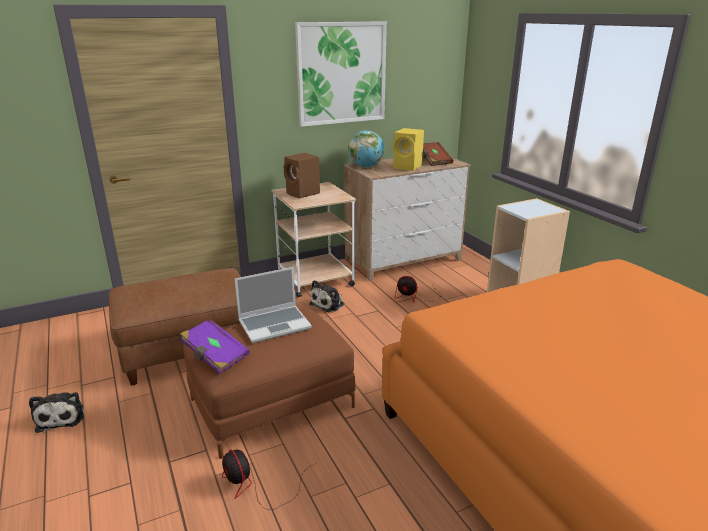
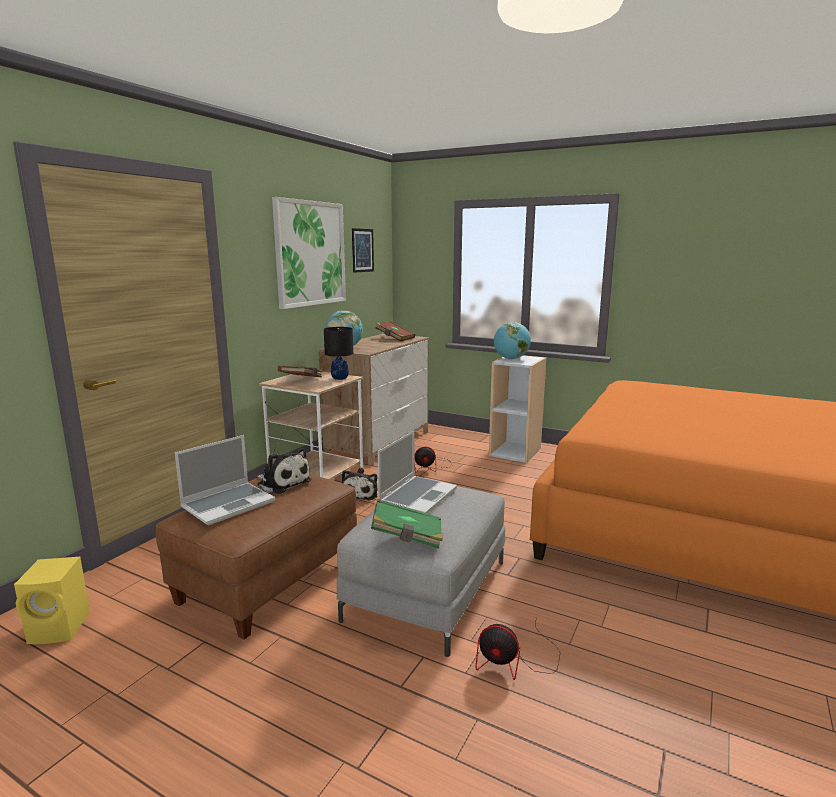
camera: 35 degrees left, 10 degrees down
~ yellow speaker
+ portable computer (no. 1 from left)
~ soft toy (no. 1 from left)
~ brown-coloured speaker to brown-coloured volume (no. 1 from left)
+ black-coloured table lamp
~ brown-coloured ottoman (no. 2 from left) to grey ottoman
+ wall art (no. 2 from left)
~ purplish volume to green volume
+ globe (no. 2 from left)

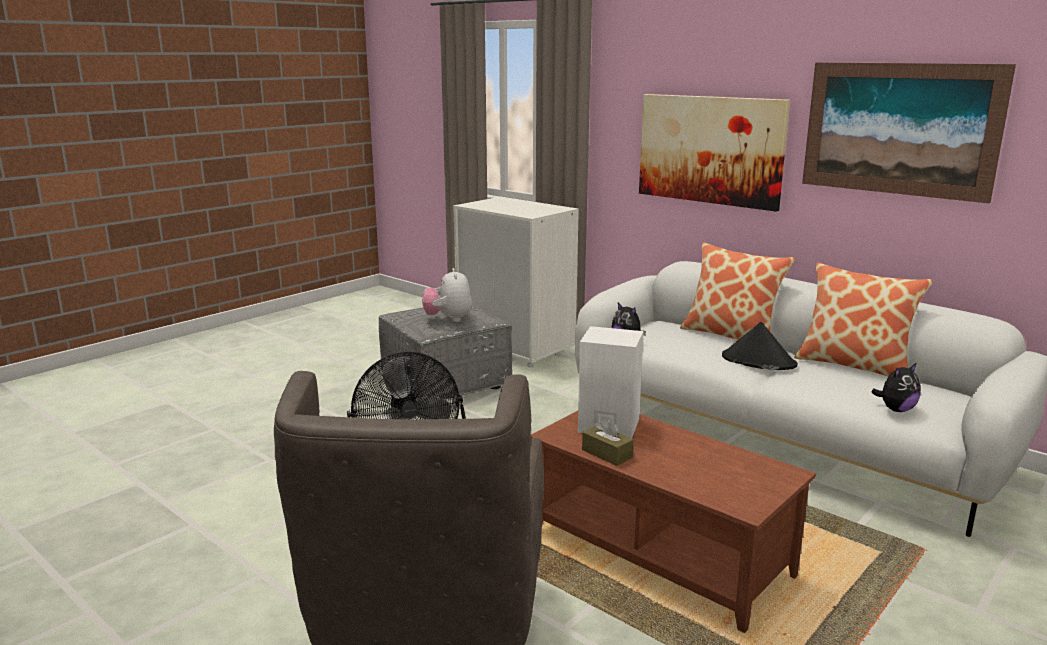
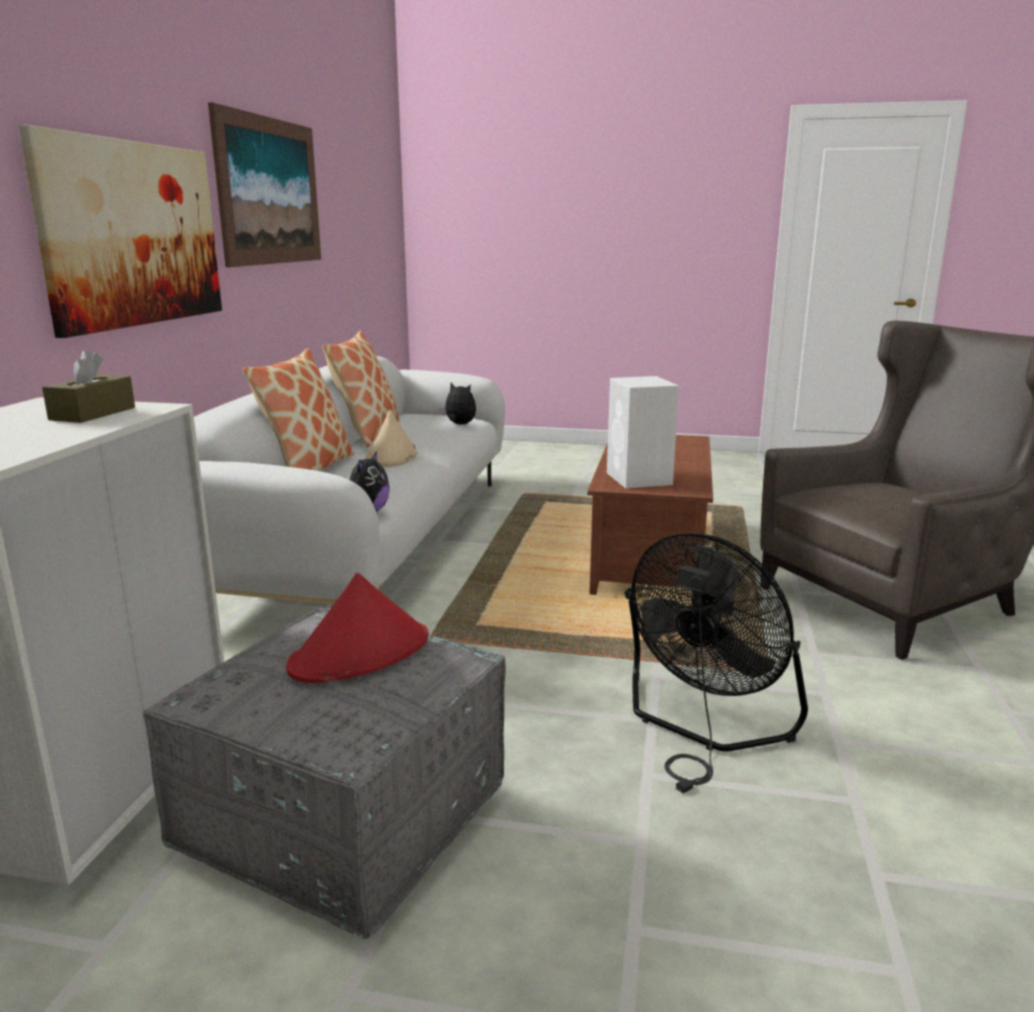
camera: 120 degrees left, 0 degrees up
~ brown-coloured tissue box
~ soft toy (no. 1 from left) to red hat
~ black-coloured hat to beige-coloured hat

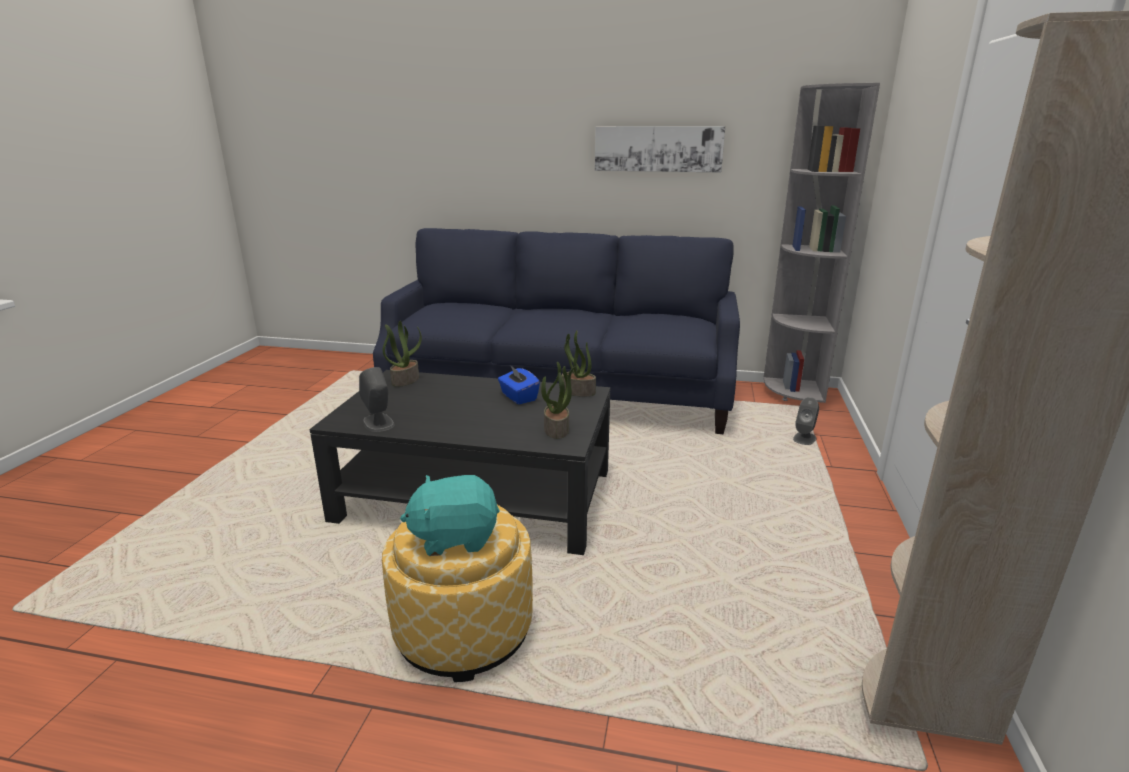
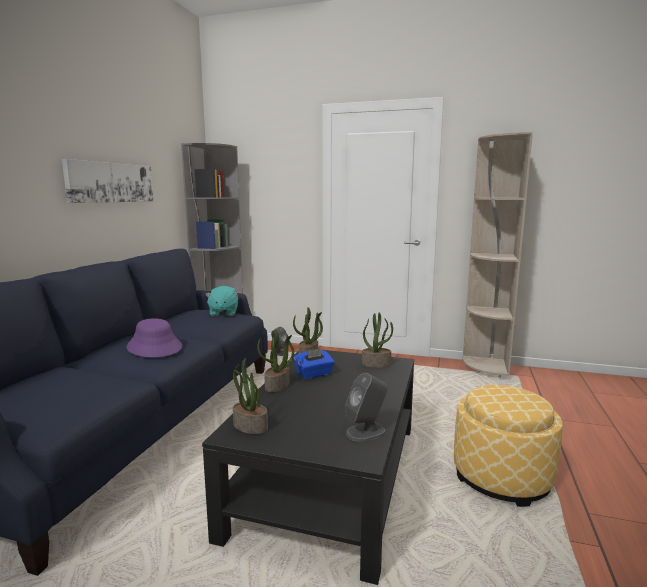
camera: 85 degrees left, 10 degrees down
+ purplish hat
~ turquoise-coloured soft toy
+ plant in a pot (no. 2 from left)

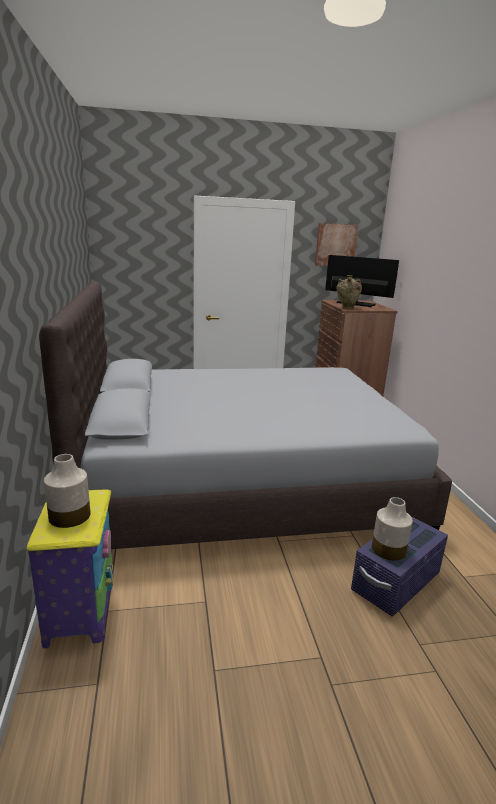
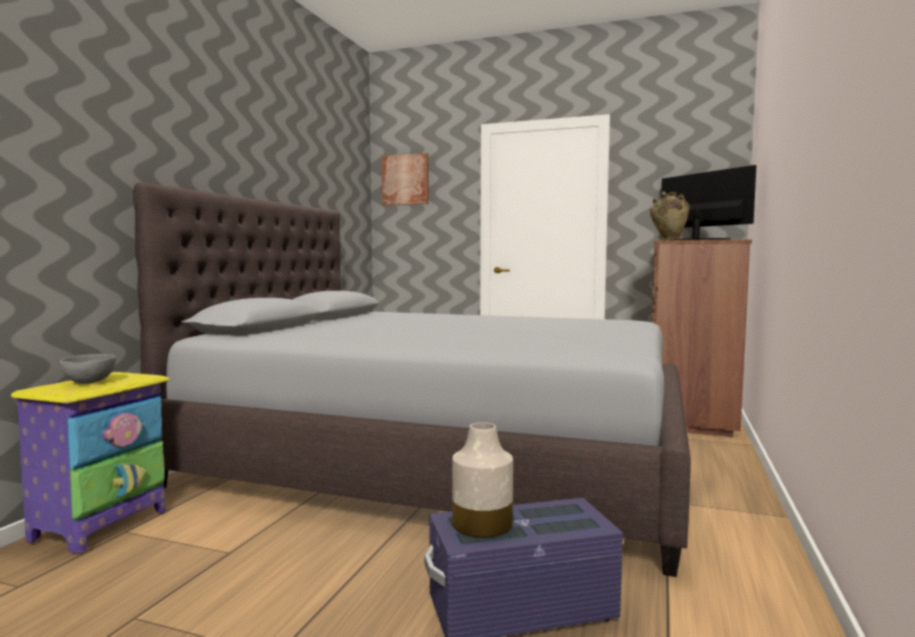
camera: 30 degrees right, 15 degrees down
~ beige-coloured decorative vase (no. 1 from left) to grey serving bowl
~ wall art

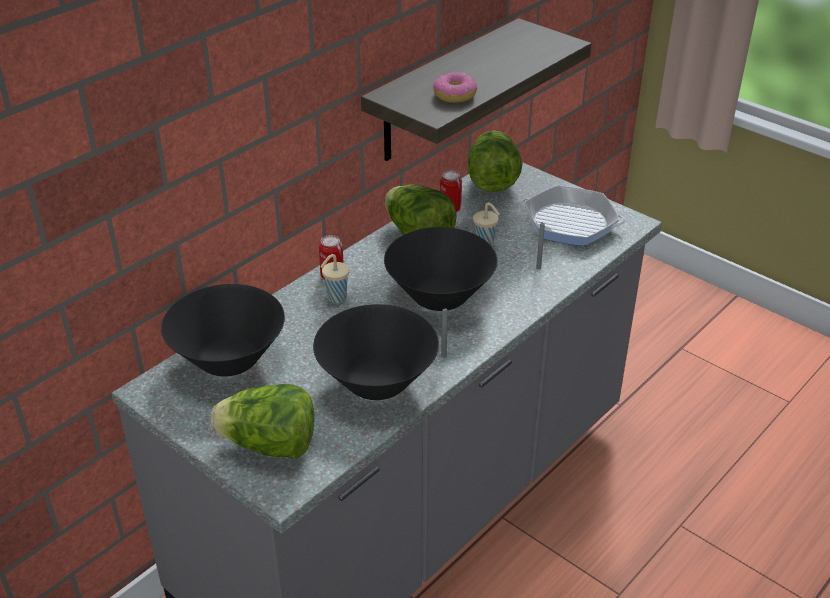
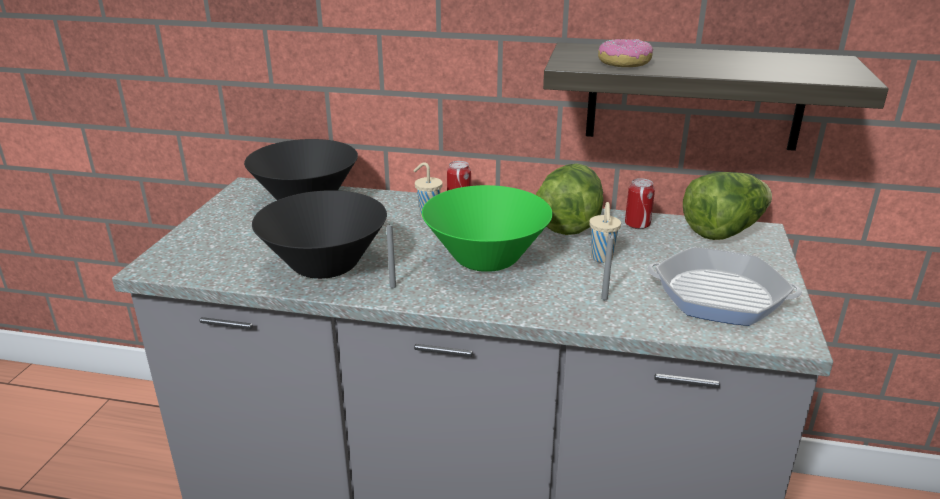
camera: 60 degrees right, 10 degrees down
~ black-coloured serving bowl (no. 3 from left) to green serving bowl
~ frying pan 120 degrees clockwise
- head of lettuce (no. 1 from left)

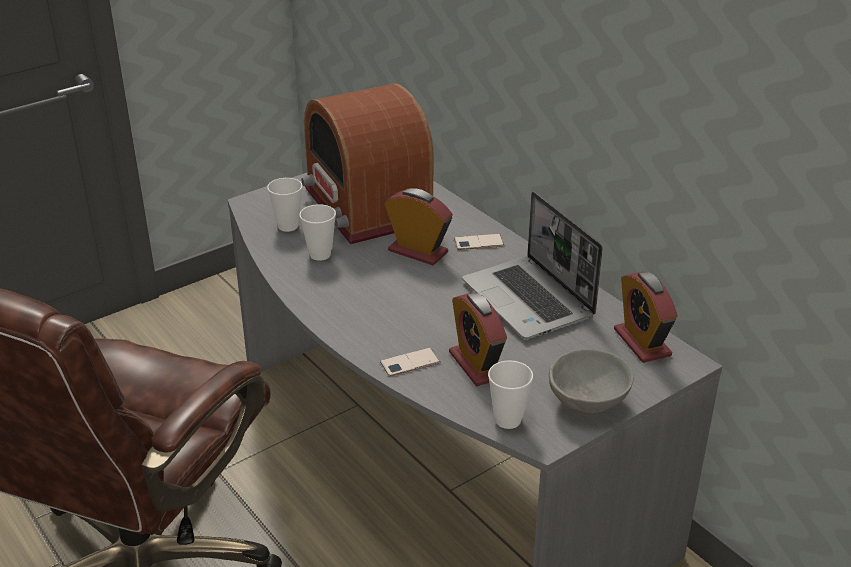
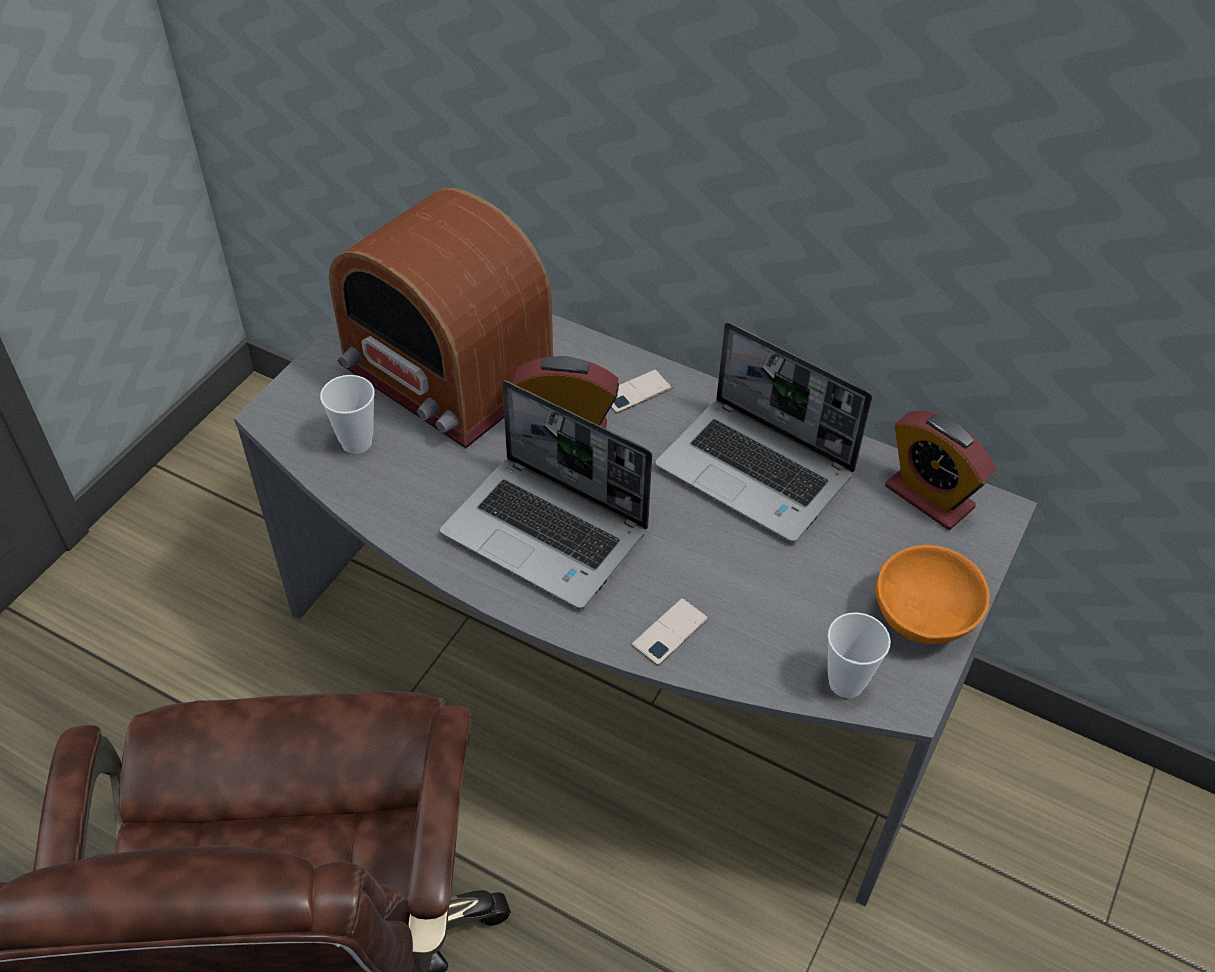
camera: 25 degrees left, 15 degrees up
+ portable computer (no. 1 from left)
~ grey serving bowl to orange-coloured serving bowl
- drinking cup (no. 2 from left)
- bedside clock (no. 2 from left)

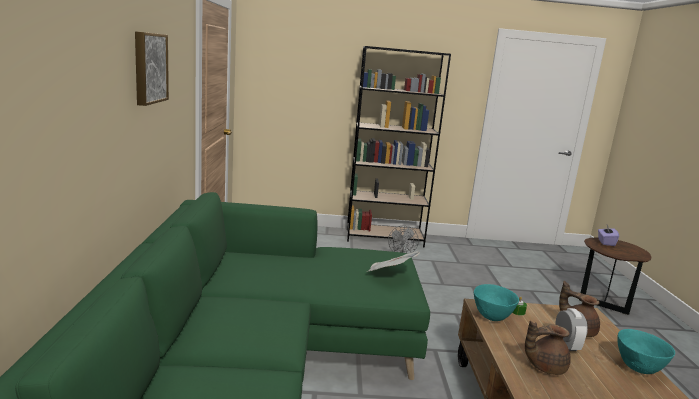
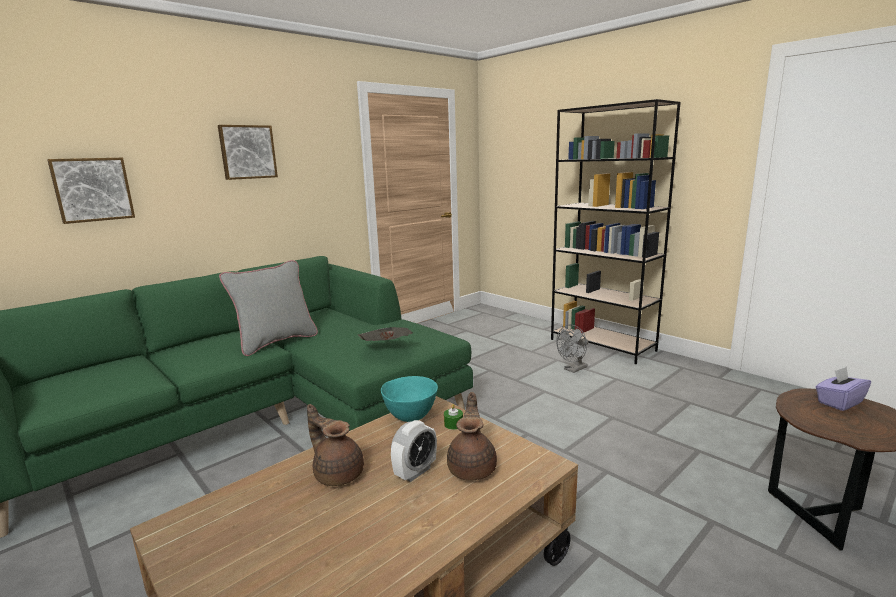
camera: 50 degrees right, 0 degrees up
+ wall art (no. 1 from left)
+ grey cushion
- turquoise-coloured serving bowl (no. 2 from left)

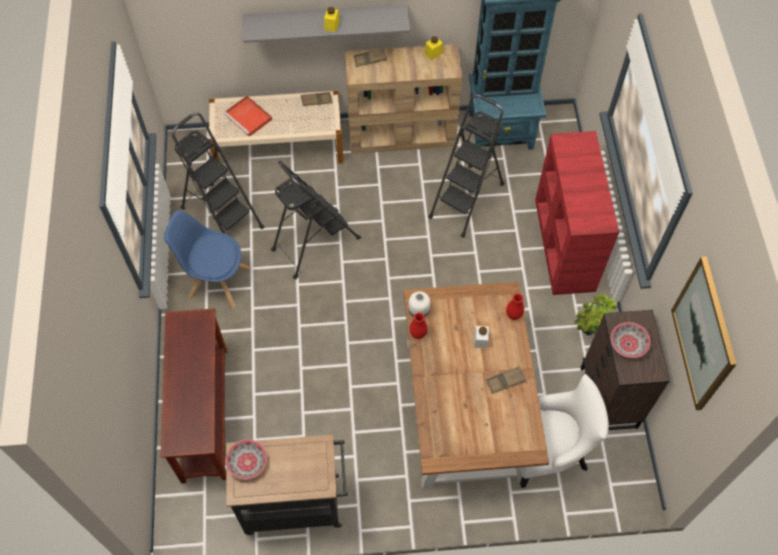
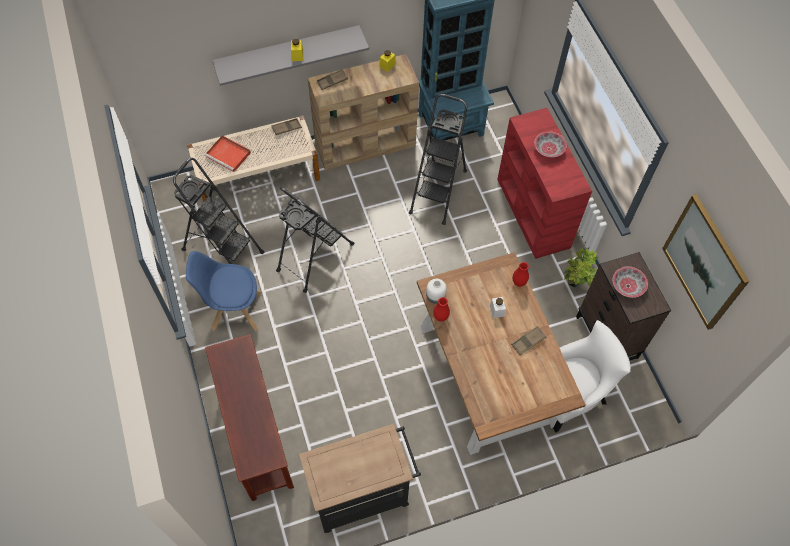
camera: 15 degrees left, 0 degrees up
~ serving bowl (no. 1 from left)

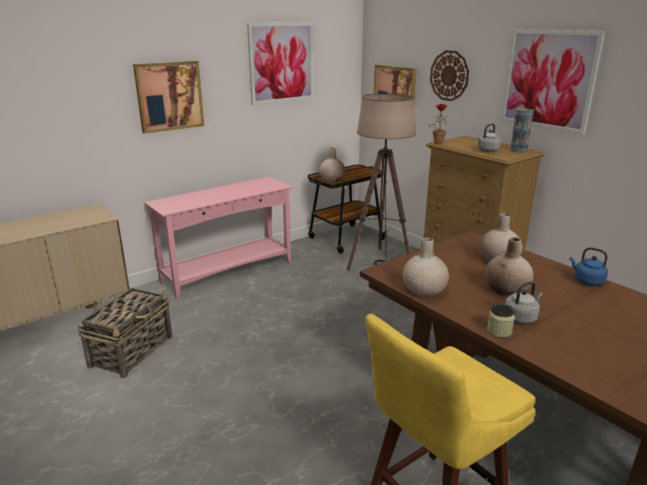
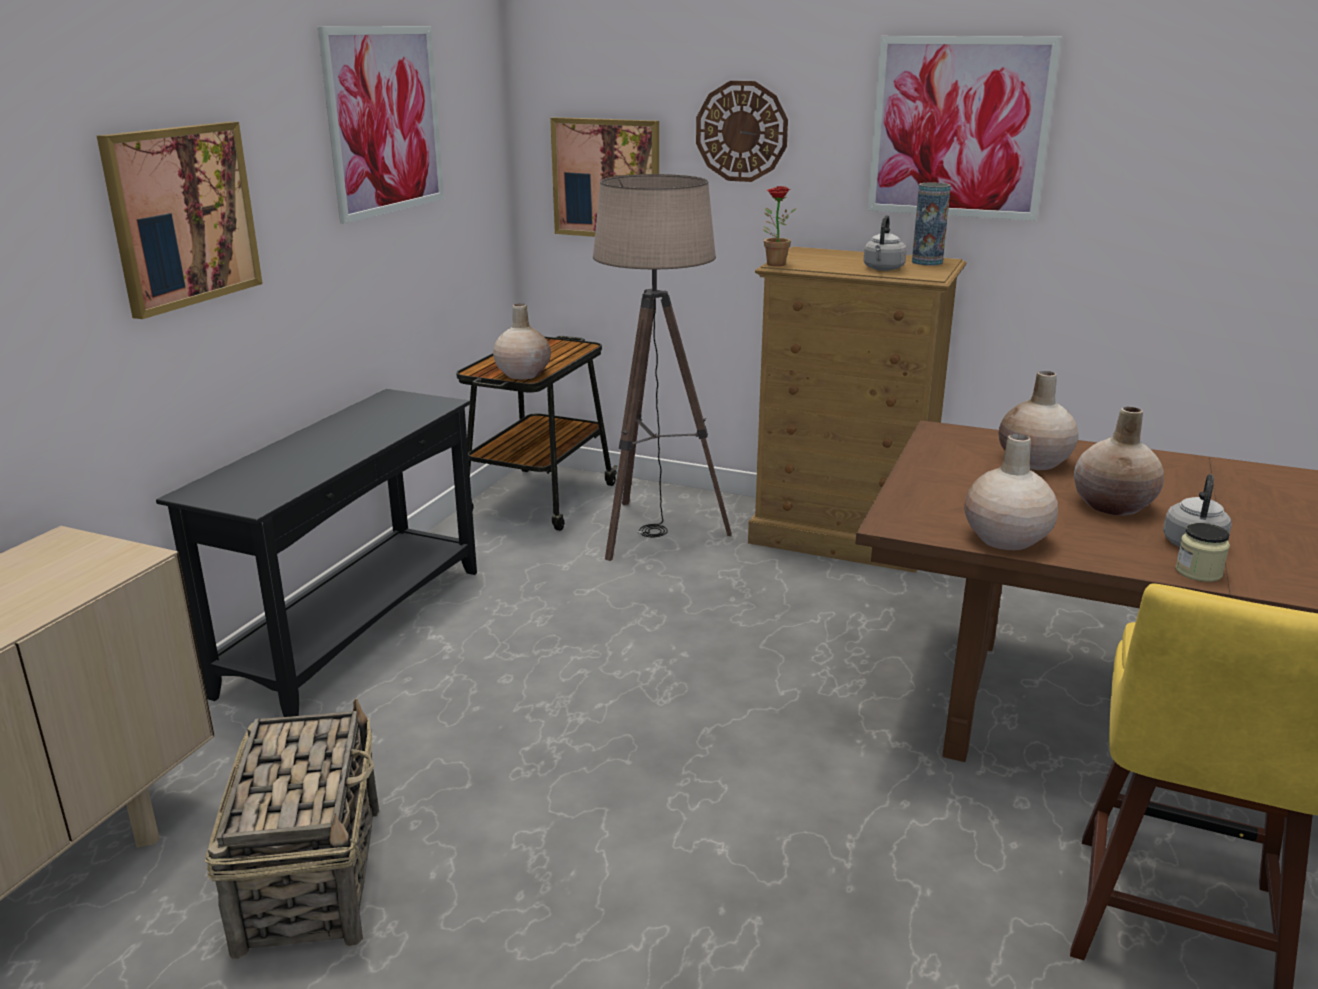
camera: 30 degrees left, 0 degrees up
~ pinkish narrow table to black-coloured narrow table
- blue-coloured tea kettle

